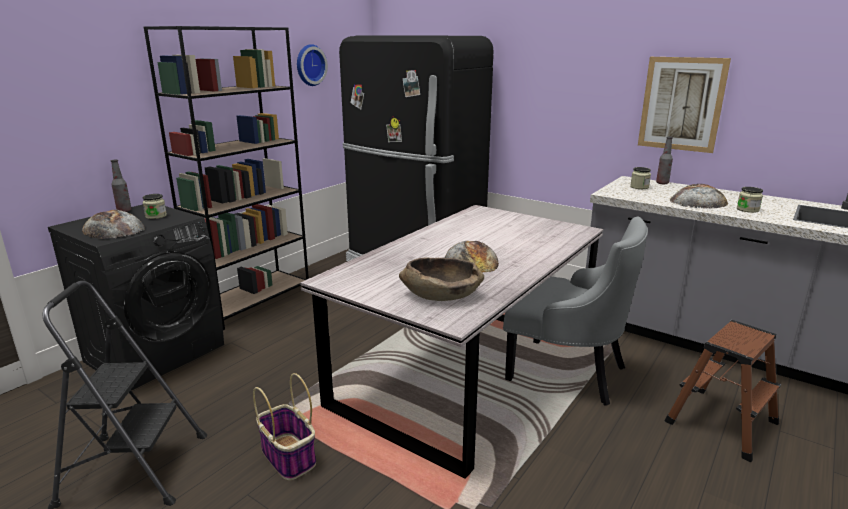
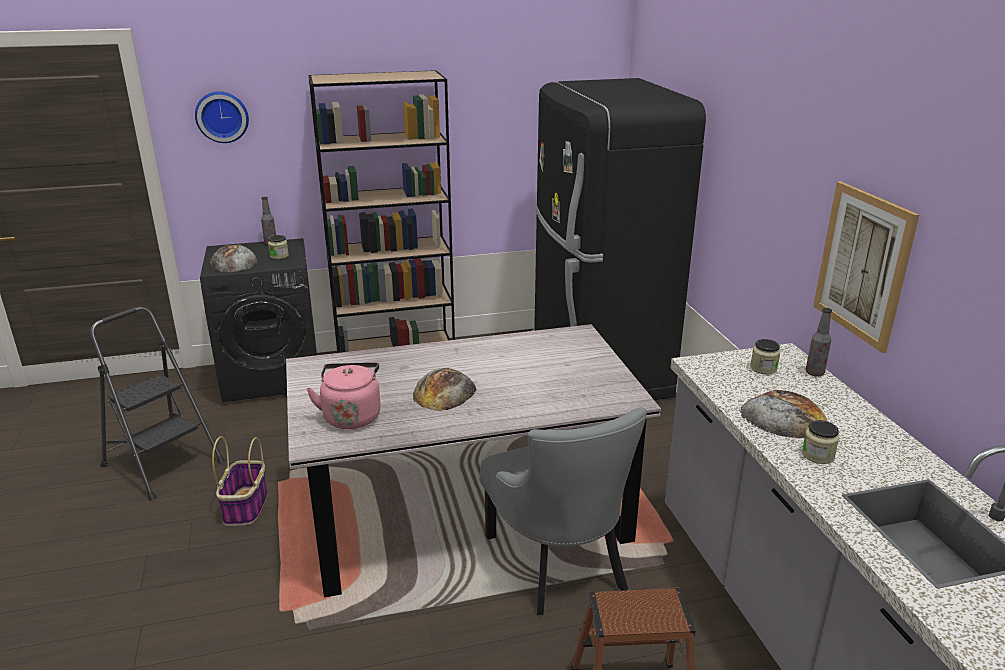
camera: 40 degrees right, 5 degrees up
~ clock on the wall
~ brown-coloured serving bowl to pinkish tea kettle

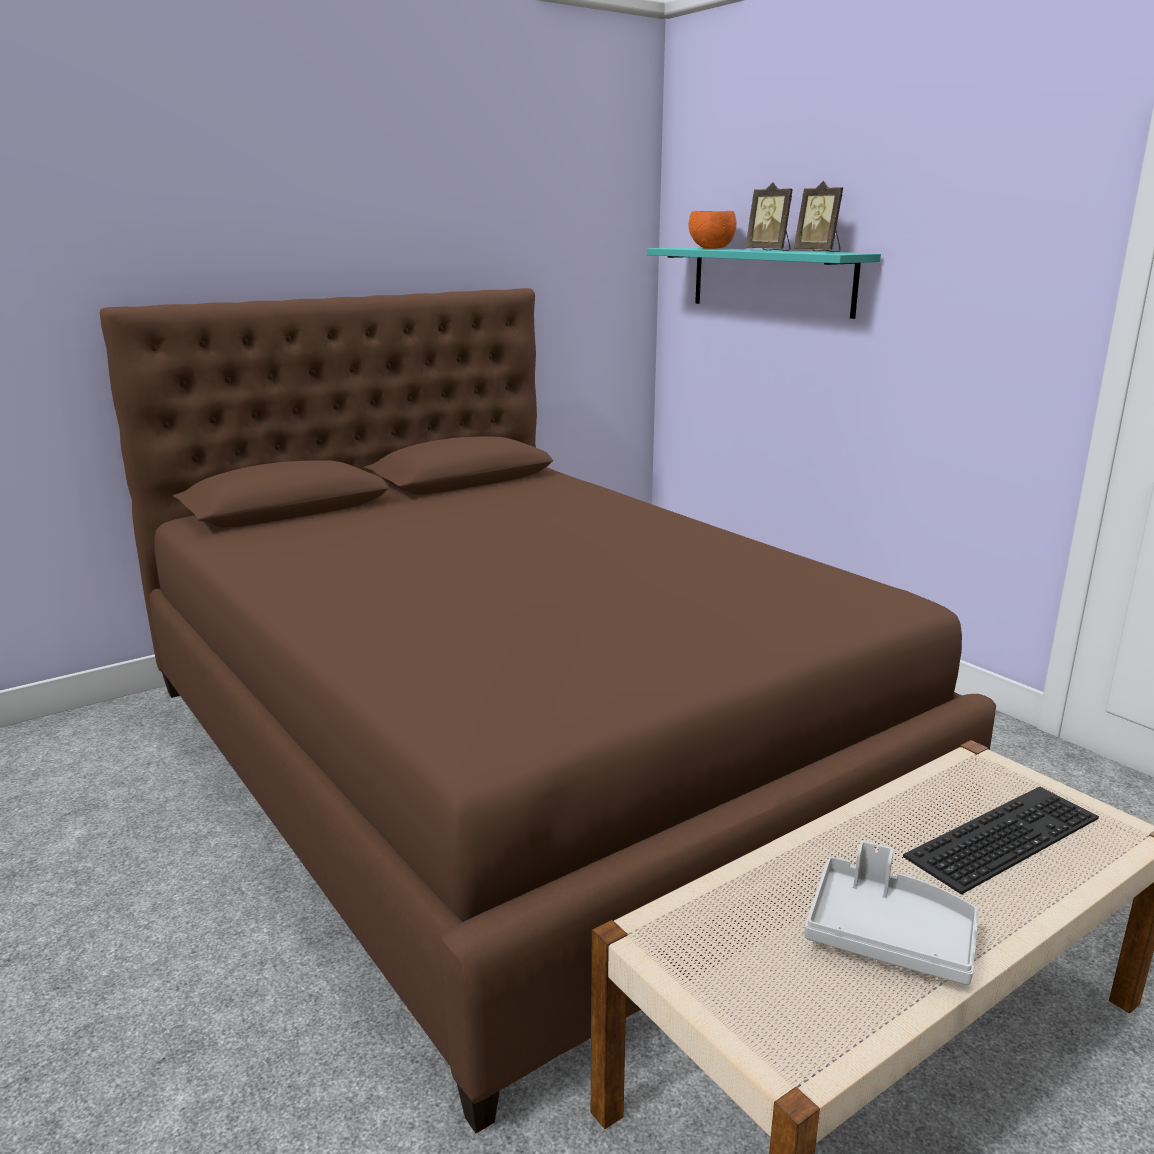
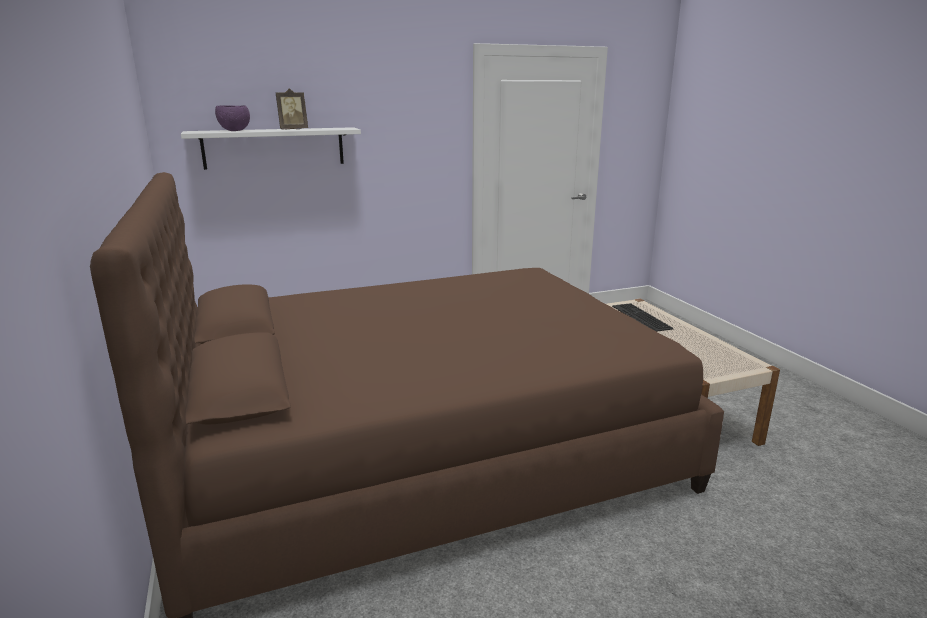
camera: 75 degrees left, 0 degrees up
~ turquoise-coloured bracket shelf to white-coloured bracket shelf
~ orange-coloured serving bowl to purplish serving bowl
- photo frame (no. 2 from left)
- grey tray

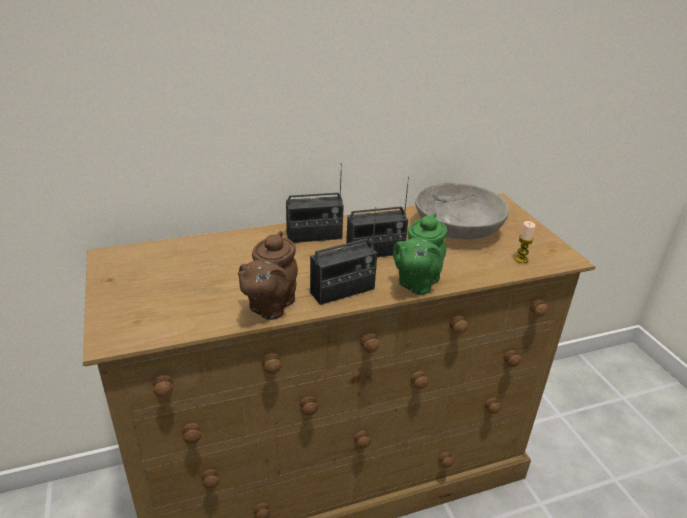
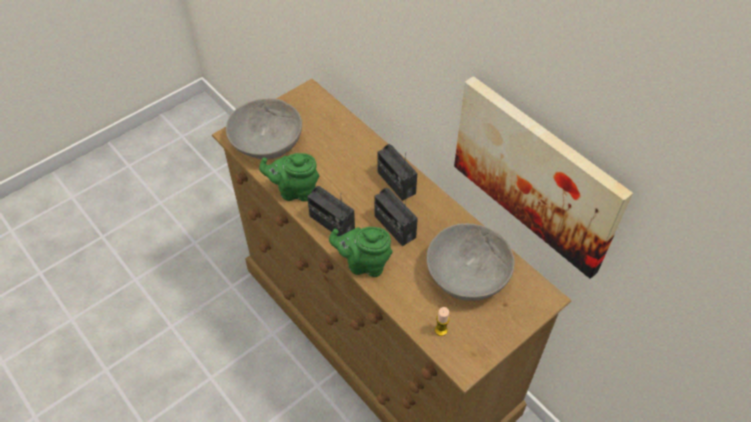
camera: 70 degrees right, 20 degrees up
+ grey serving bowl (no. 1 from left)
~ brown-coloured pot for tea to green pot for tea (no. 1 from left)
+ wall art

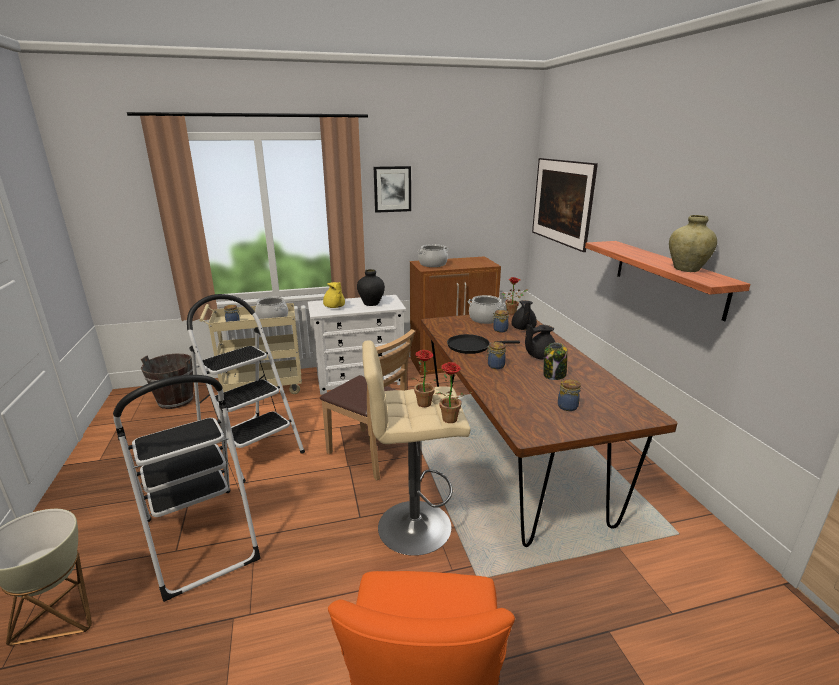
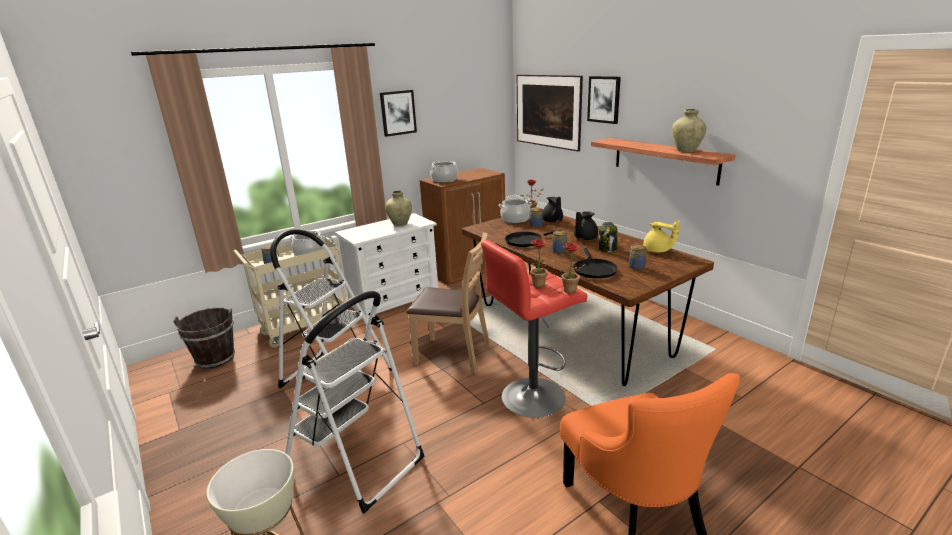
camera: 20 degrees left, 0 degrees up
~ black-coloured decorative vase to beige-coloured decorative vase (no. 1 from left)
~ beige-coloured stool to red stool
+ black-coloured frying pan (no. 2 from left)
+ wall art (no. 3 from left)
~ yellow pot for tea

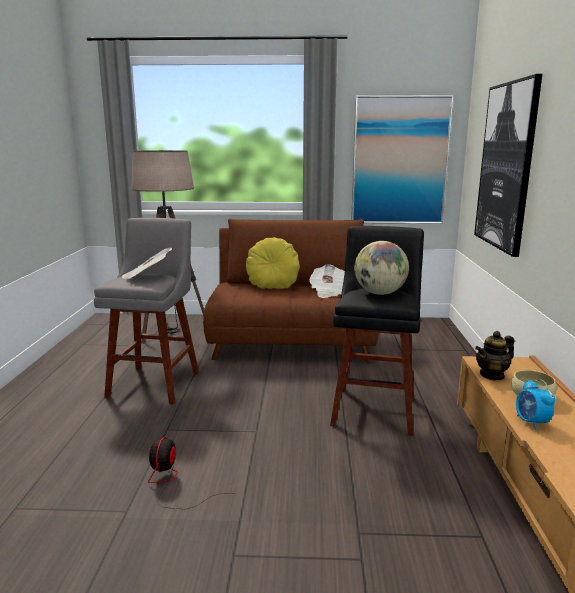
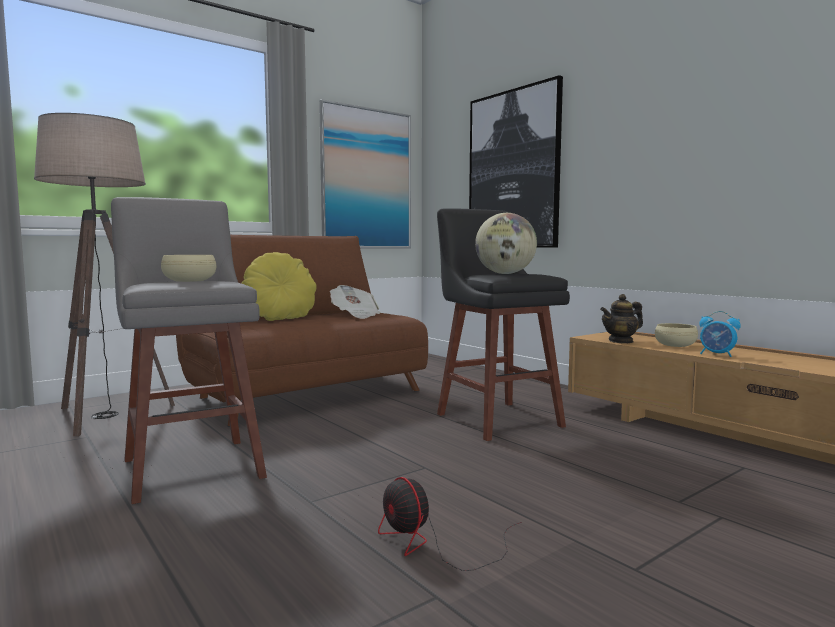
camera: 40 degrees left, 10 degrees down
~ printed paper (no. 1 from left) to beige-coloured serving bowl (no. 1 from left)
~ pot for tea 45 degrees clockwise

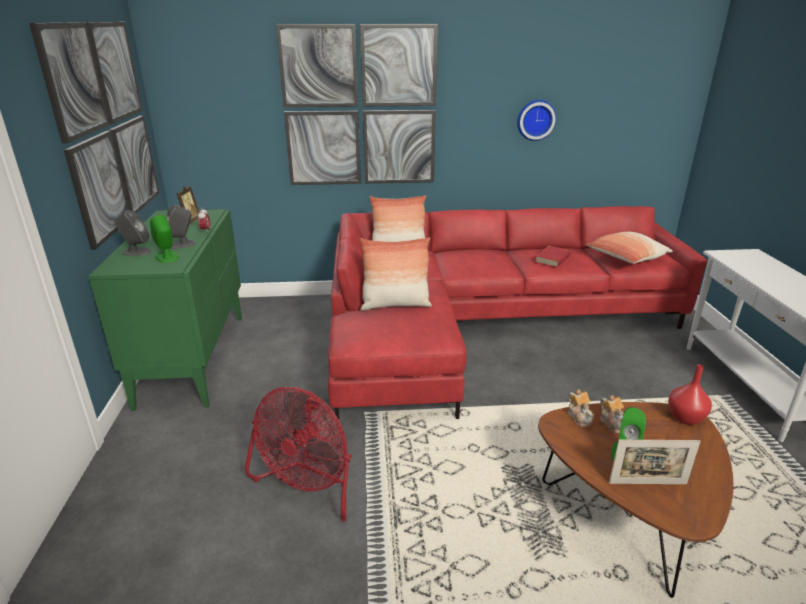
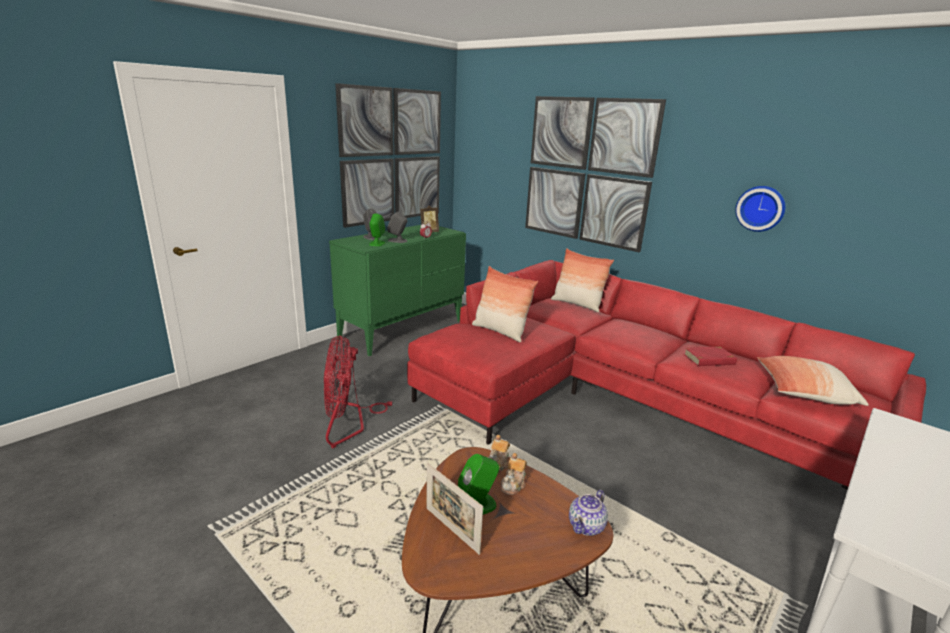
camera: 45 degrees right, 5 degrees down
~ red decorative vase to pot for tea (no. 3 from left)

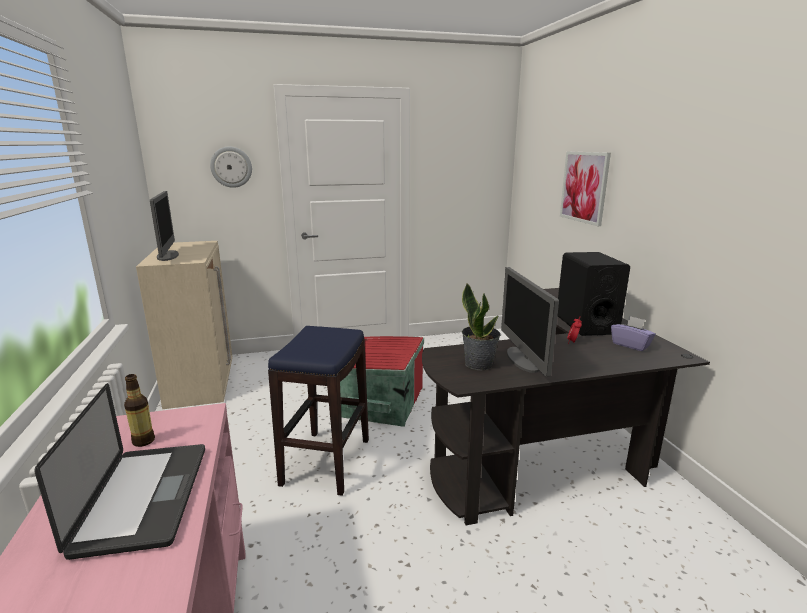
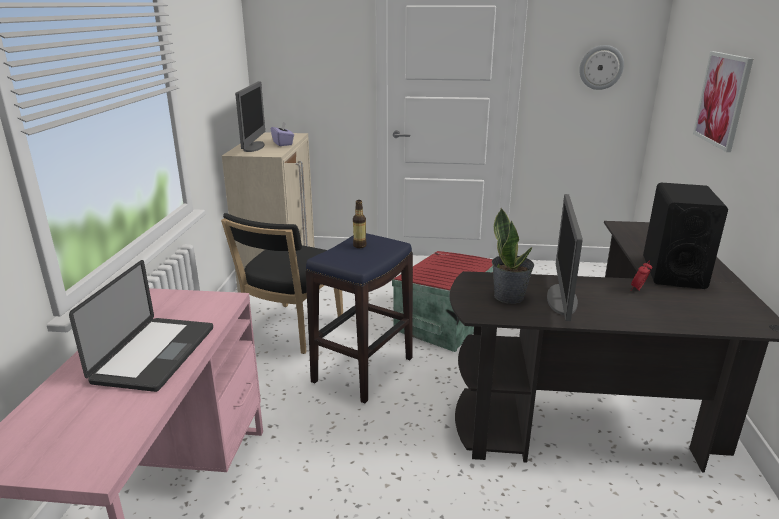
camera: 20 degrees right, 5 degrees up
+ black-coloured chair
~ purplish tissue box
~ drink bottle
~ clock on the wall

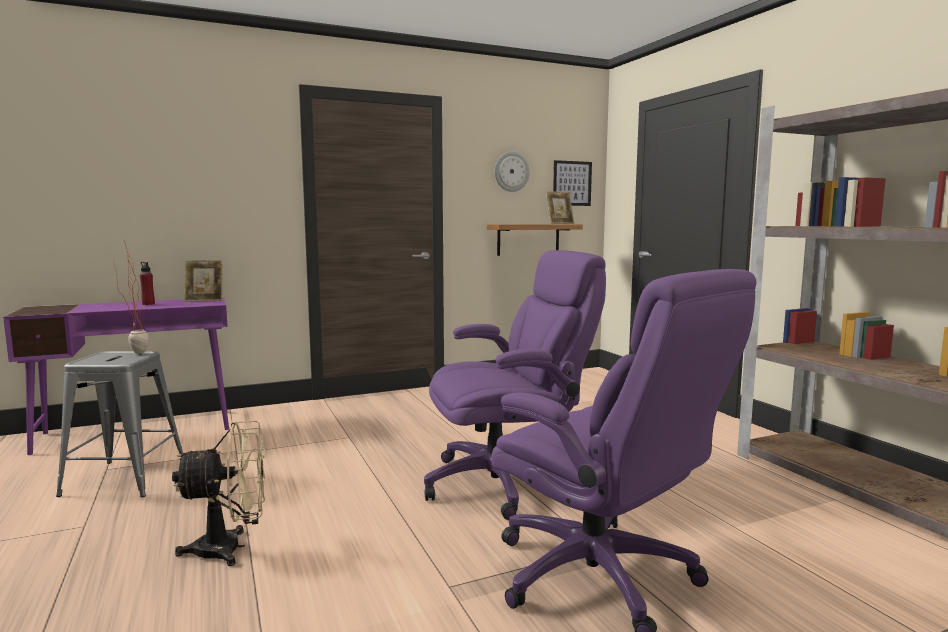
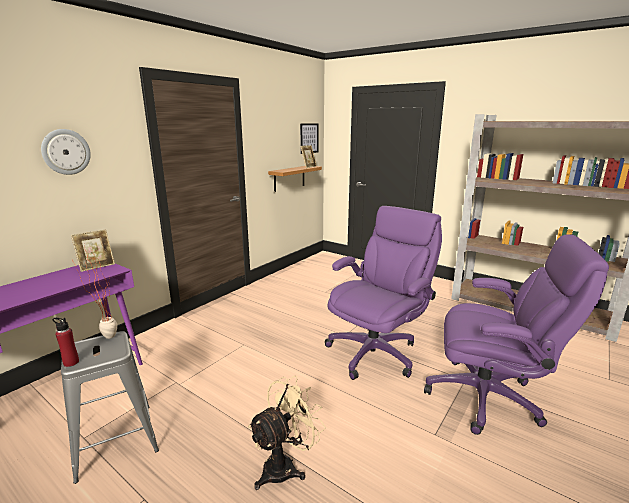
camera: 30 degrees left, 10 degrees up
~ clock on the wall
~ red drink bottle

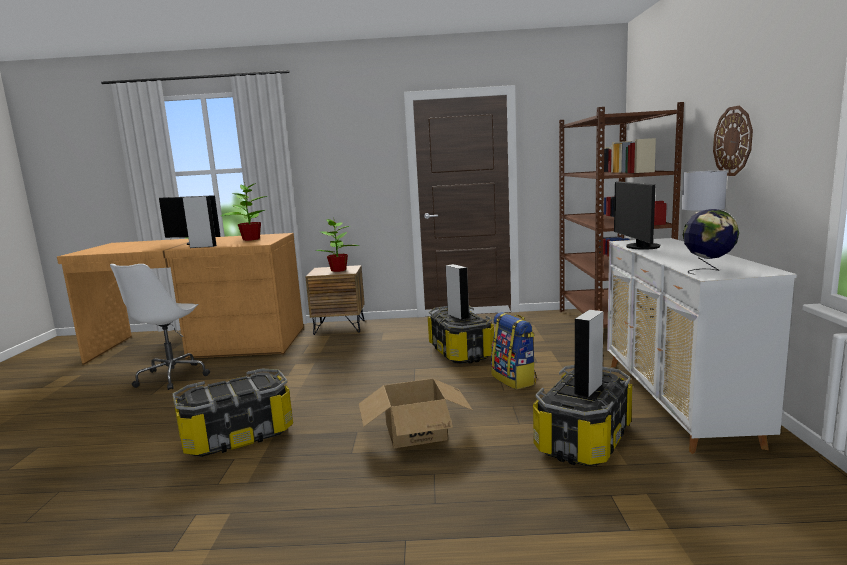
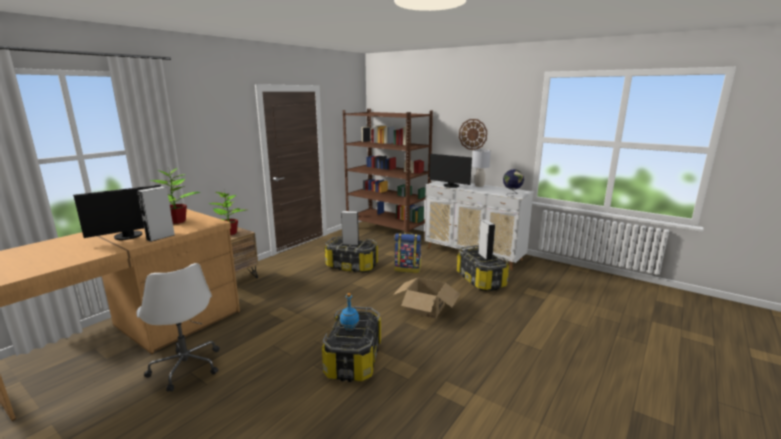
camera: 55 degrees left, 5 degrees up
+ blue-coloured drink bottle

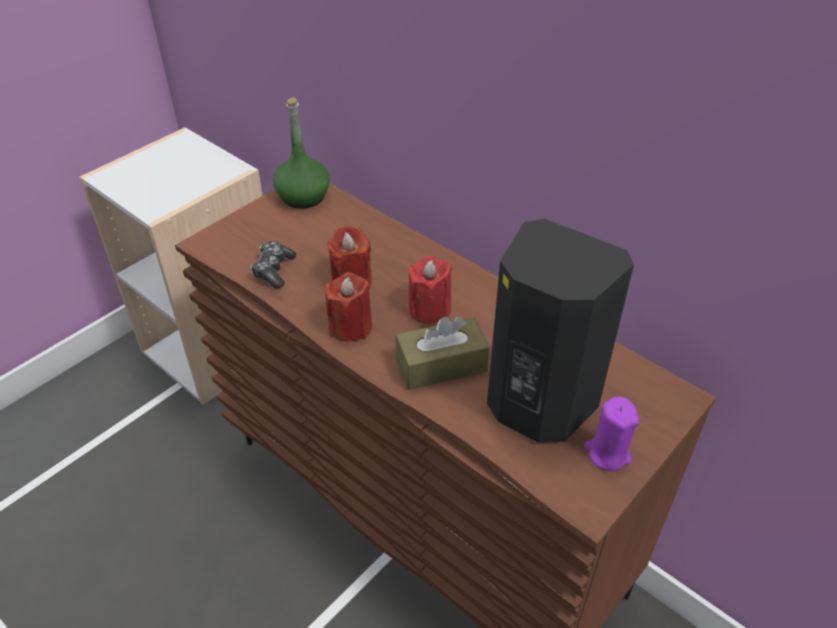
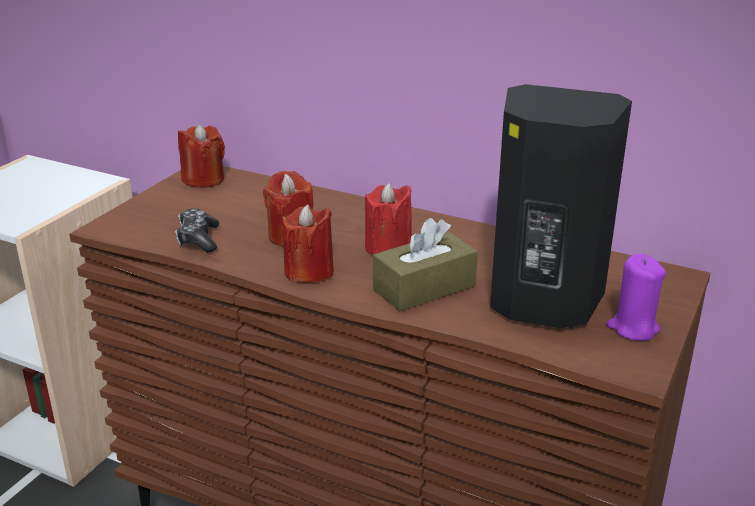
camera: 15 degrees left, 15 degrees down
~ green drink bottle to red candle (no. 1 from left)

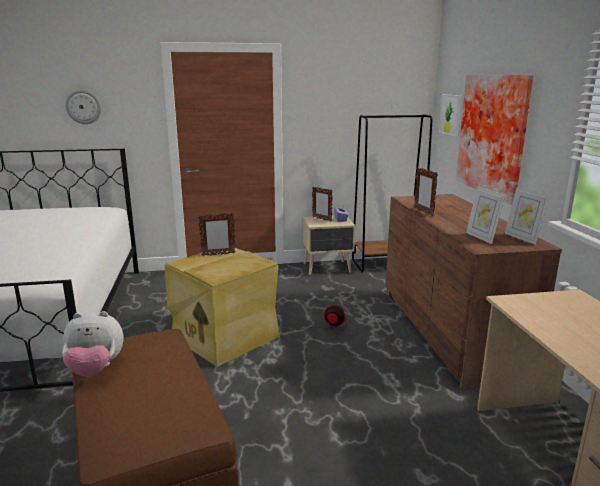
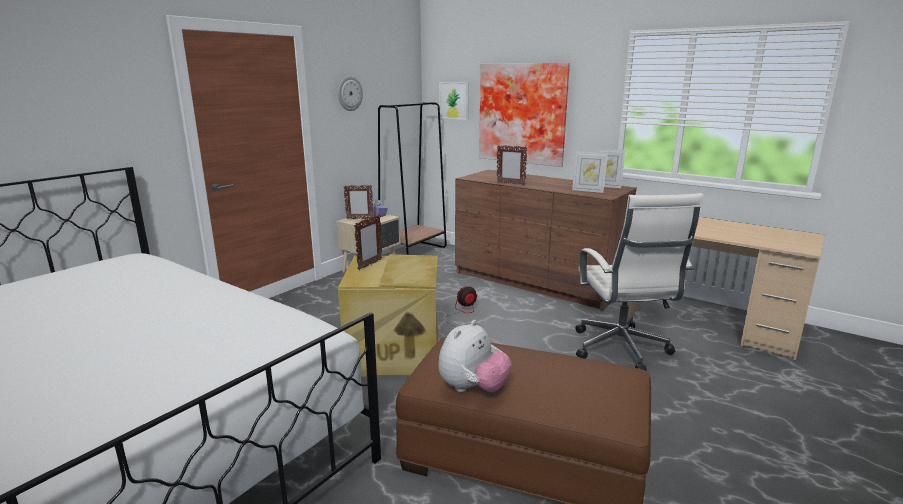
camera: 45 degrees left, 0 degrees up
~ clock on the wall
+ white-coloured office chair

